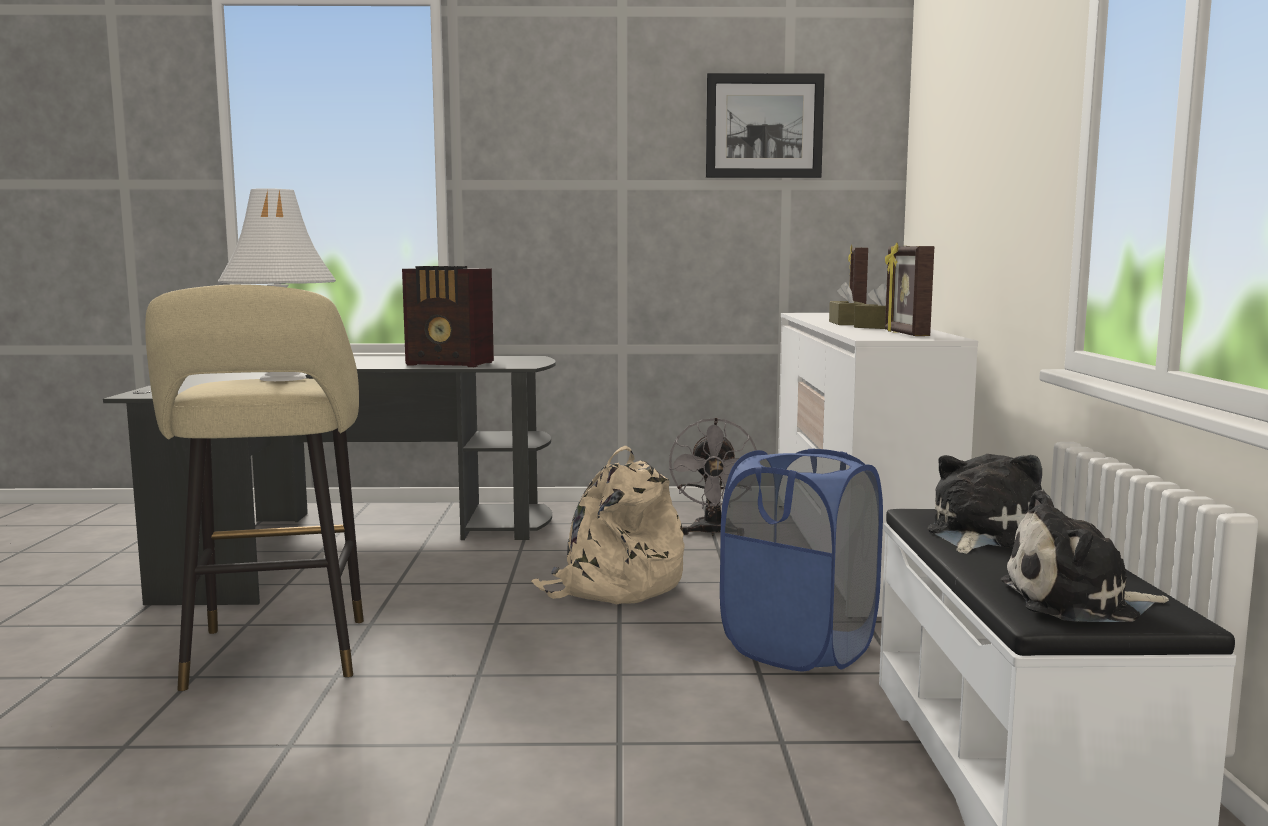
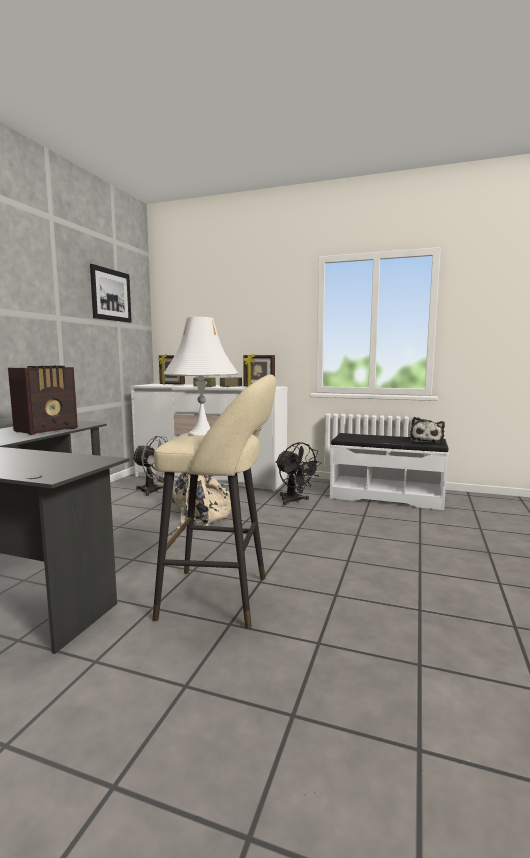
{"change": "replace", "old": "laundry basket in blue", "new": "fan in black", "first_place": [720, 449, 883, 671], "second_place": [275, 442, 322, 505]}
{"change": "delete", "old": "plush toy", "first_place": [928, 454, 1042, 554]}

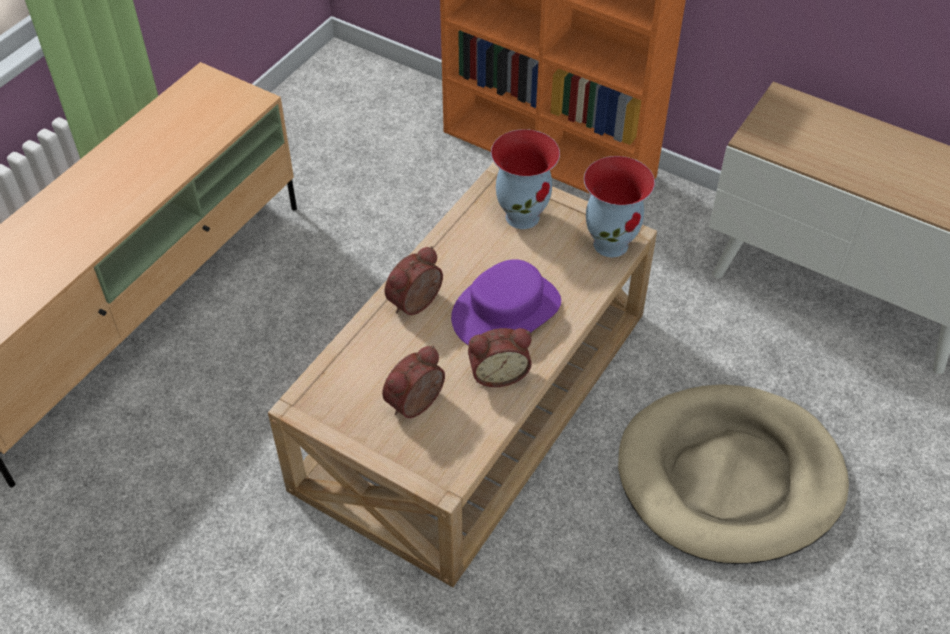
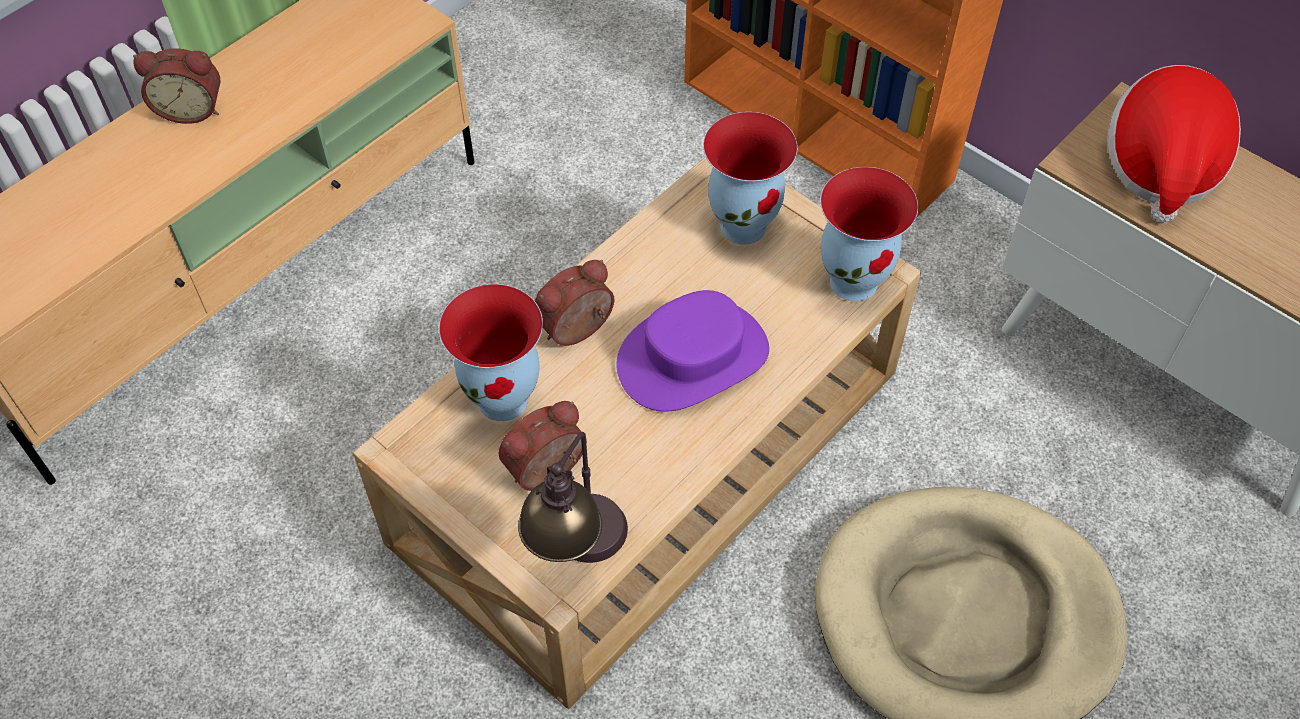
{"change": "move", "old": "alarm clock", "first_place": [468, 328, 532, 387], "second_place": [133, 48, 220, 124]}
{"change": "insert", "new": "hat", "second_place": [1107, 65, 1241, 223]}
{"change": "insert", "new": "vase", "second_place": [439, 284, 543, 421]}
{"change": "insert", "new": "table lamp", "second_place": [518, 432, 628, 563]}

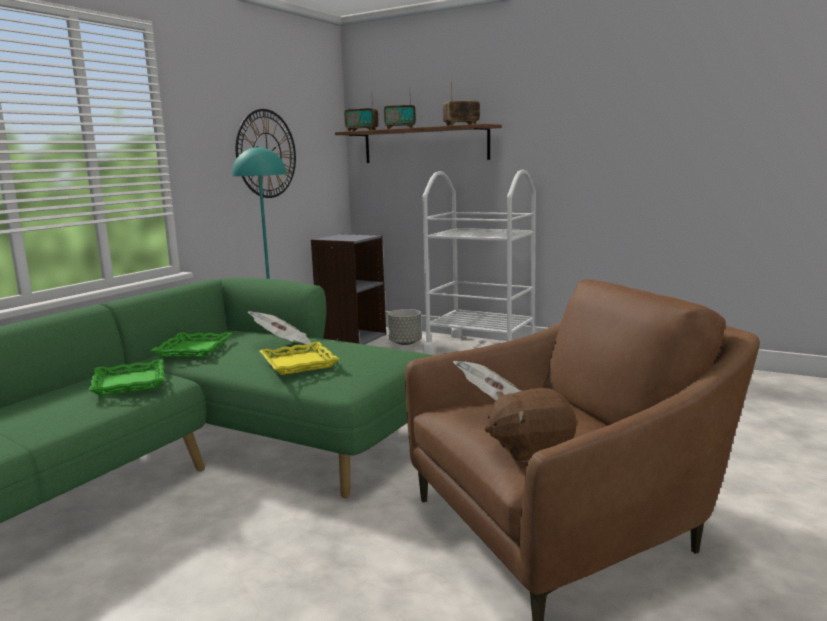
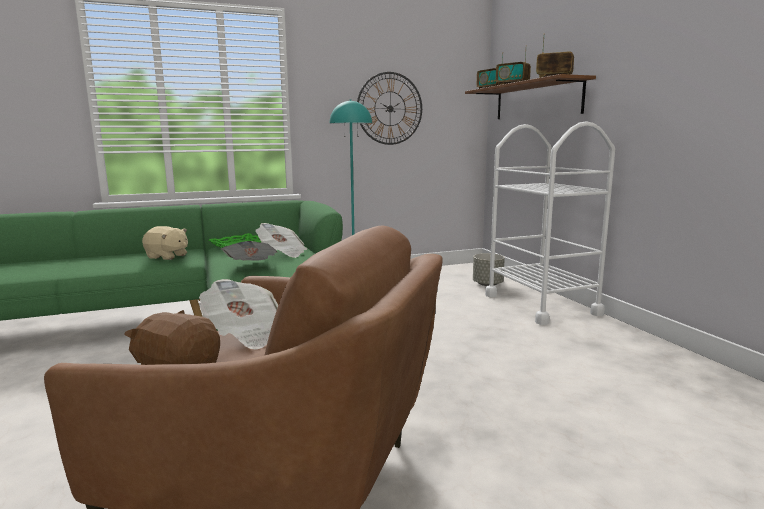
{"change": "delete", "old": "bookcase in grey", "first_place": [311, 234, 386, 344]}
{"change": "replace", "old": "tray in yellow", "new": "newspaper", "first_place": [260, 342, 340, 375], "second_place": [221, 241, 277, 261]}
{"change": "replace", "old": "tray in green", "new": "plush toy in beige", "first_place": [89, 359, 165, 396], "second_place": [142, 226, 188, 260]}

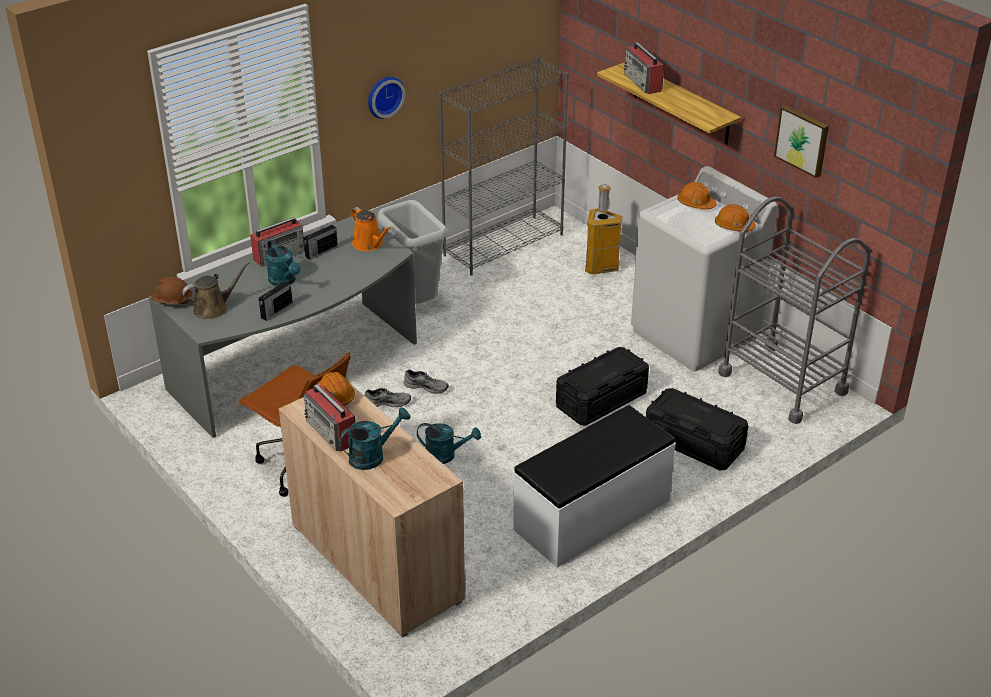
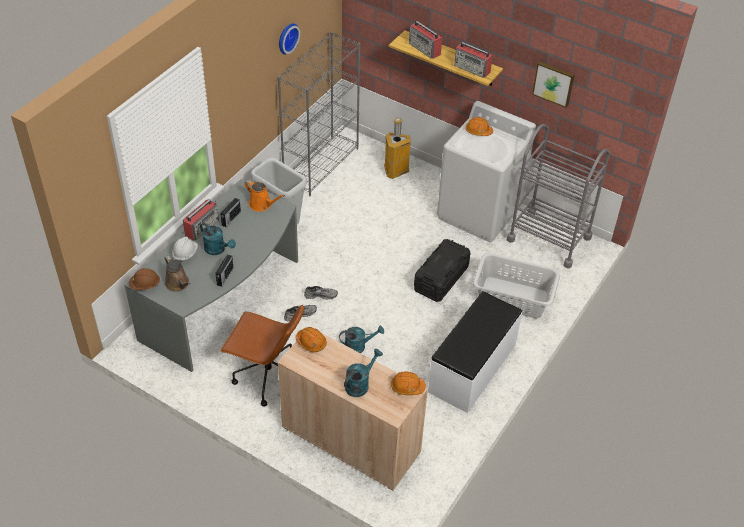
{"change": "move", "old": "wall clock", "first_place": [368, 77, 405, 119], "second_place": [279, 23, 300, 55]}
{"change": "move", "old": "hard hat in orange", "first_place": [715, 204, 756, 232], "second_place": [391, 372, 426, 395]}
{"change": "rotate", "old": "watering can in brown", "first_place": [182, 261, 250, 319], "second_place": [165, 256, 191, 292], "degrees": 105}
{"change": "move", "old": "radio", "first_place": [304, 384, 355, 452], "second_place": [455, 42, 493, 78]}
{"change": "replace", "old": "storage box in black", "new": "laundry basket in grey", "first_place": [646, 388, 748, 470], "second_place": [472, 253, 560, 318]}
{"change": "insert", "new": "hard hat in white", "second_place": [172, 236, 198, 262]}

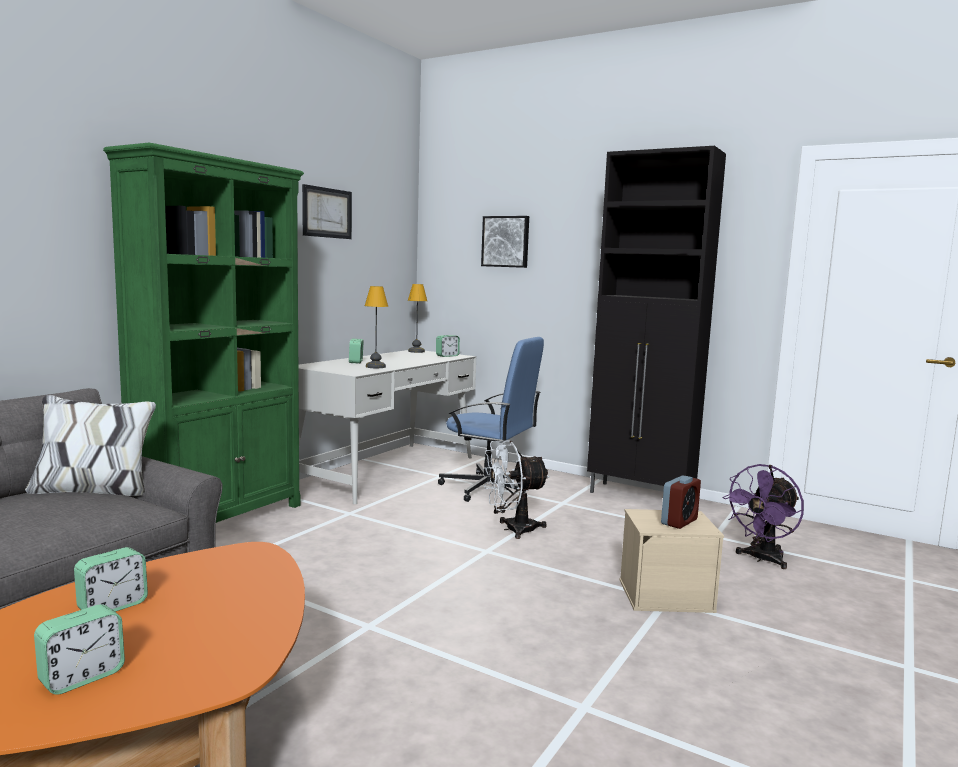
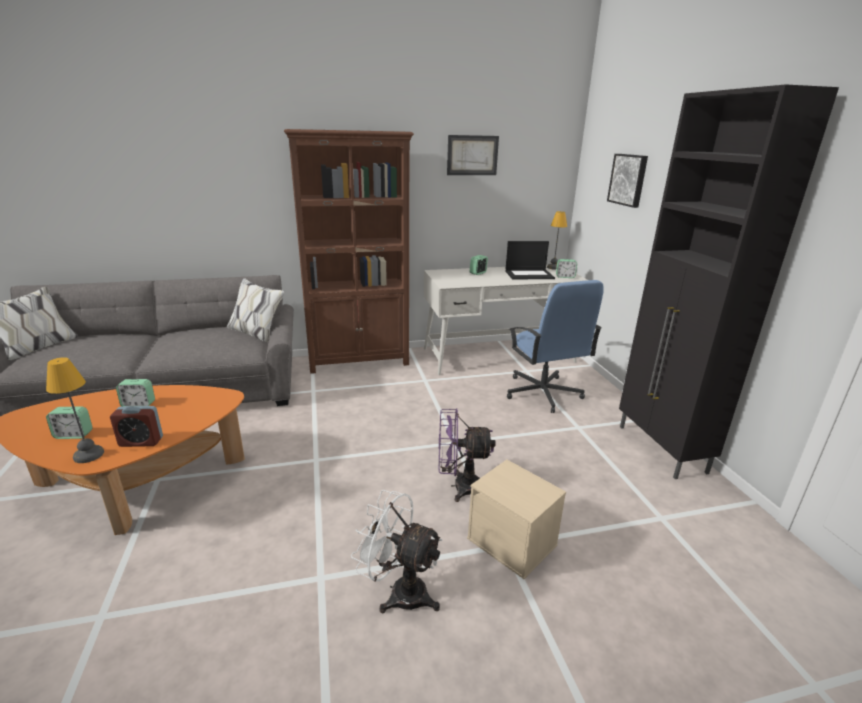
{"change": "recolor", "old": "bookcase in green", "new": "bookcase in brown", "first_place": [103, 143, 304, 523], "second_place": [284, 129, 414, 374]}
{"change": "move", "old": "table lamp", "first_place": [365, 286, 388, 368], "second_place": [46, 357, 104, 463]}
{"change": "move", "old": "fan in white", "first_place": [483, 440, 550, 539], "second_place": [351, 490, 443, 613]}
{"change": "move", "old": "fan in purple", "first_place": [722, 464, 804, 569], "second_place": [439, 409, 496, 502]}
{"change": "move", "old": "alarm clock", "first_place": [661, 475, 701, 529], "second_place": [110, 406, 163, 447]}
{"change": "insert", "new": "laptop", "second_place": [505, 241, 555, 279]}

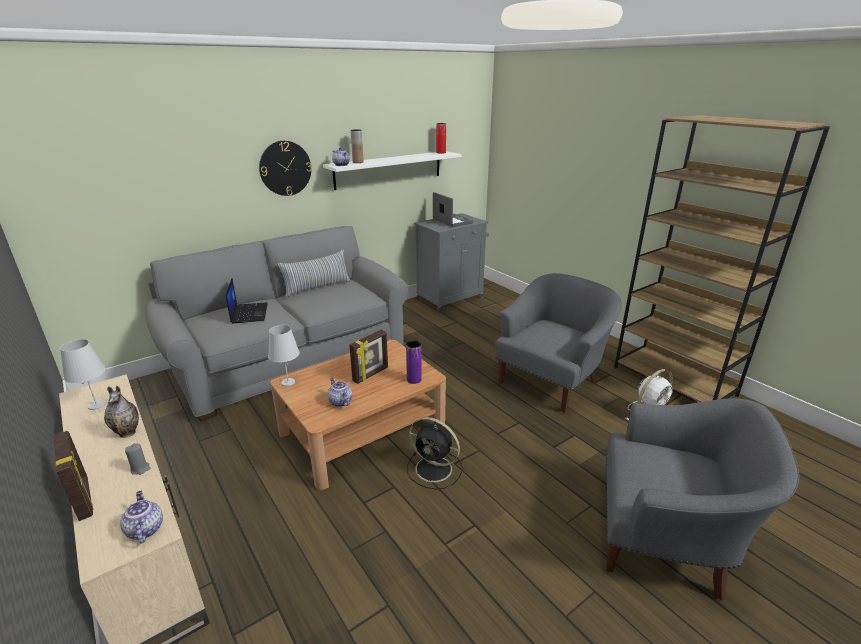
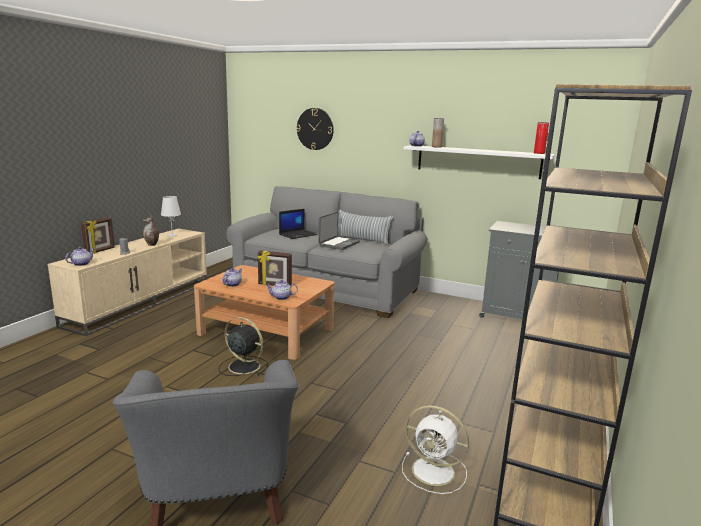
{"change": "move", "old": "wall clock", "first_place": [259, 141, 312, 196], "second_place": [296, 108, 334, 150]}
{"change": "move", "old": "laptop", "first_place": [433, 192, 473, 227], "second_place": [318, 212, 360, 250]}
{"change": "delete", "old": "armchair in grey", "first_place": [495, 273, 622, 412]}
{"change": "delete", "old": "table lamp in white", "first_place": [268, 325, 300, 386]}
{"change": "replace", "old": "vase in purple", "new": "teapot", "first_place": [406, 340, 422, 384], "second_place": [266, 280, 298, 300]}
{"change": "rotate", "old": "fan in black", "first_place": [407, 417, 462, 490], "second_place": [219, 317, 268, 376], "degrees": 120}

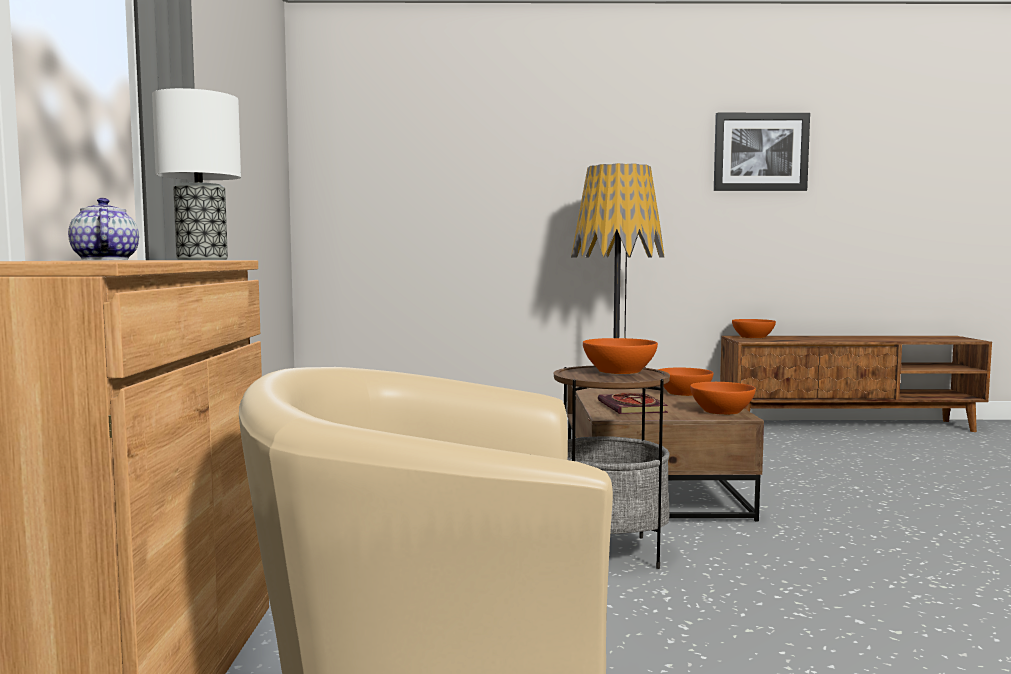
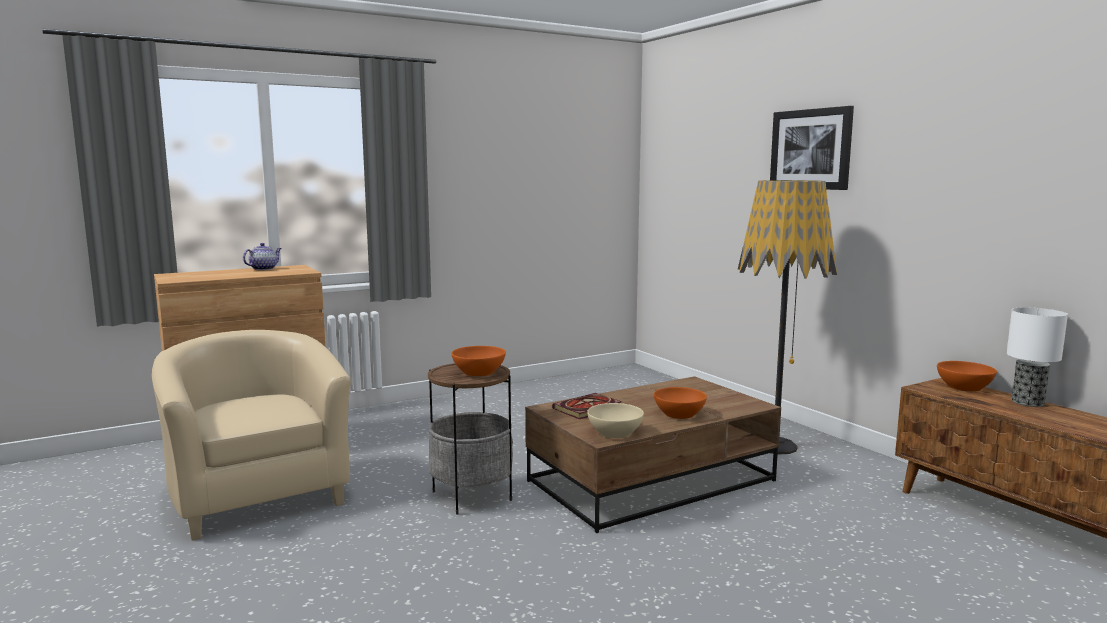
{"change": "move", "old": "table lamp", "first_place": [152, 88, 241, 260], "second_place": [1007, 307, 1068, 407]}
{"change": "move", "old": "picture", "first_place": [714, 113, 810, 191], "second_place": [770, 106, 854, 190]}
{"change": "recolor", "old": "bowl in orange", "new": "bowl in beige", "first_place": [690, 382, 756, 415], "second_place": [587, 403, 644, 438]}

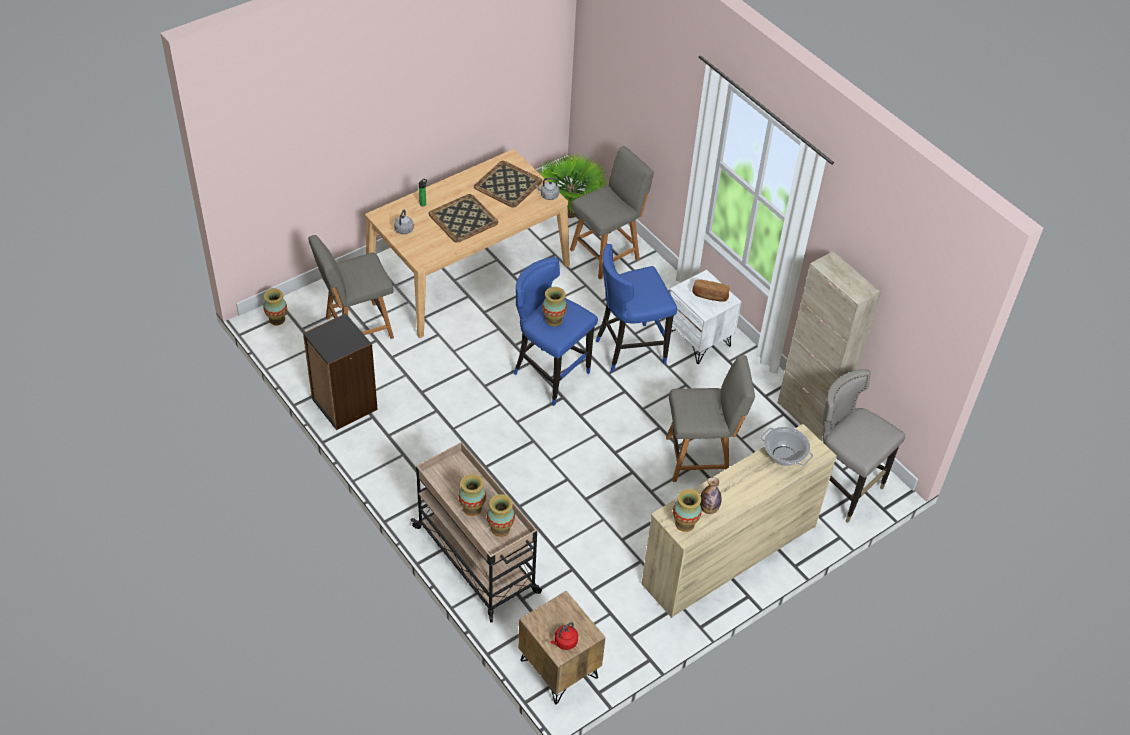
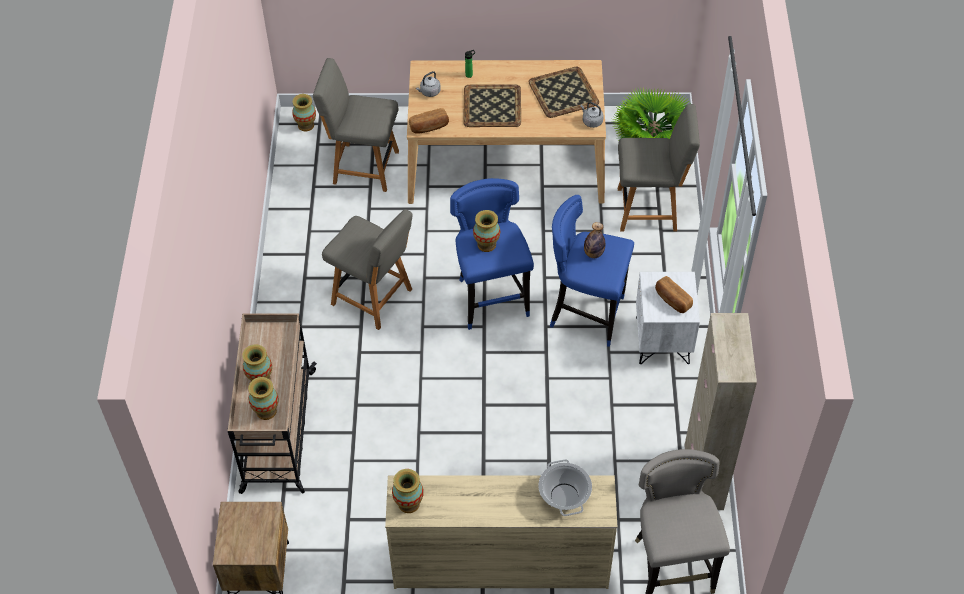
{"change": "delete", "old": "bookcase in black", "first_place": [303, 313, 378, 430]}
{"change": "move", "old": "chair in grey", "first_place": [666, 355, 755, 482], "second_place": [322, 210, 412, 330]}
{"change": "move", "old": "bottle", "first_place": [700, 477, 722, 514], "second_place": [584, 222, 605, 258]}
{"change": "delete", "old": "kettle in red", "first_place": [550, 622, 578, 650]}
{"change": "insert", "new": "bread", "second_place": [409, 108, 449, 134]}

